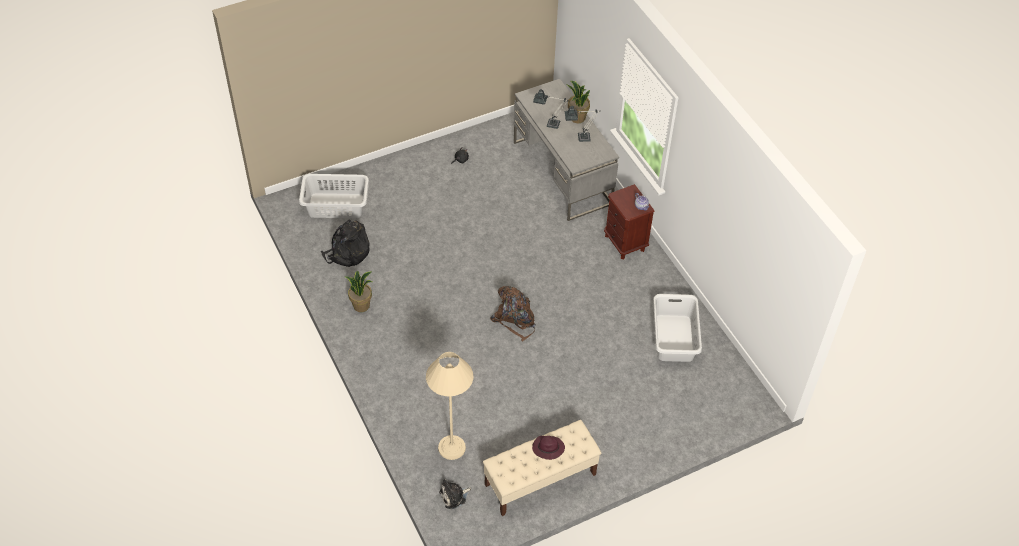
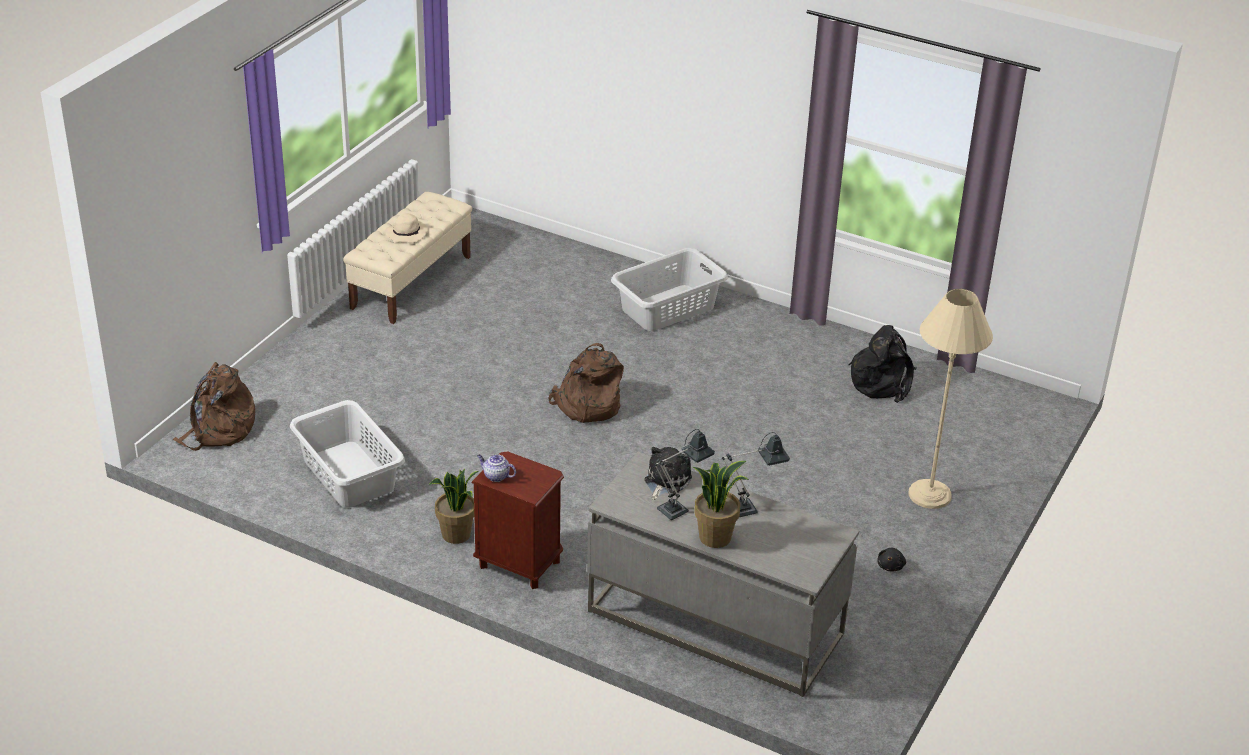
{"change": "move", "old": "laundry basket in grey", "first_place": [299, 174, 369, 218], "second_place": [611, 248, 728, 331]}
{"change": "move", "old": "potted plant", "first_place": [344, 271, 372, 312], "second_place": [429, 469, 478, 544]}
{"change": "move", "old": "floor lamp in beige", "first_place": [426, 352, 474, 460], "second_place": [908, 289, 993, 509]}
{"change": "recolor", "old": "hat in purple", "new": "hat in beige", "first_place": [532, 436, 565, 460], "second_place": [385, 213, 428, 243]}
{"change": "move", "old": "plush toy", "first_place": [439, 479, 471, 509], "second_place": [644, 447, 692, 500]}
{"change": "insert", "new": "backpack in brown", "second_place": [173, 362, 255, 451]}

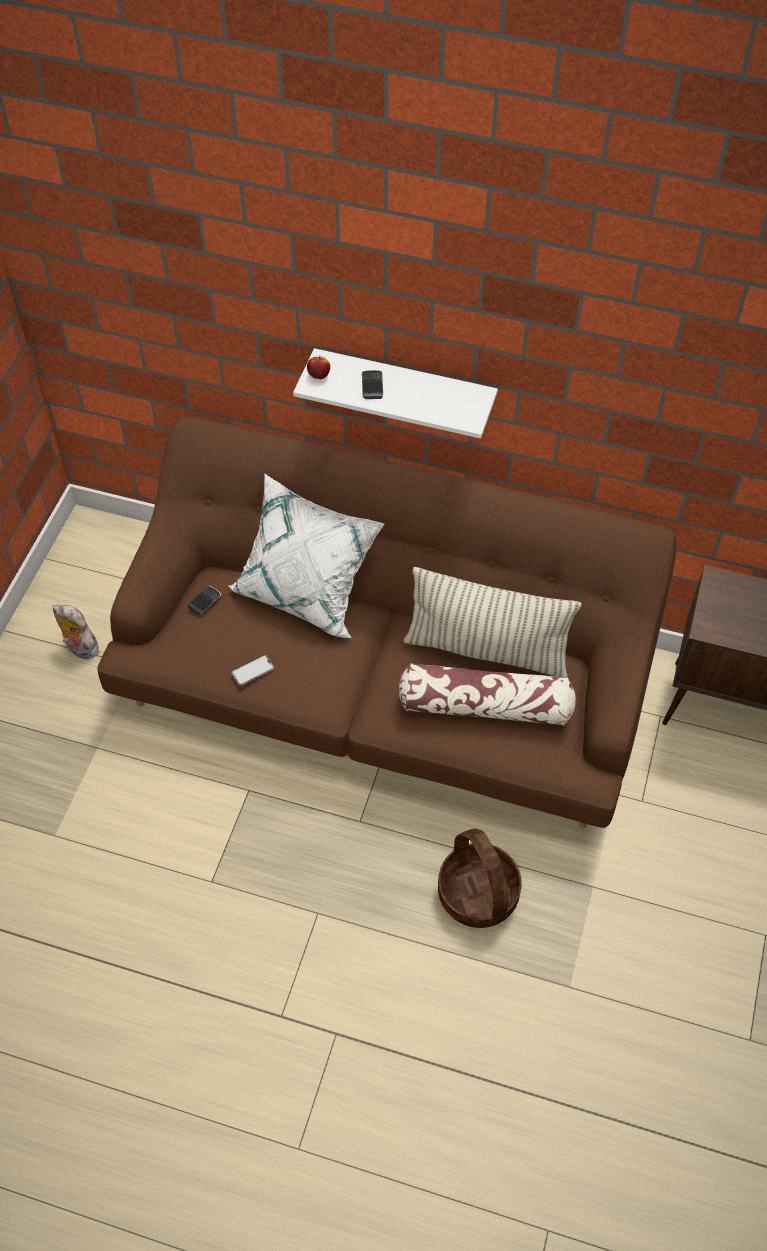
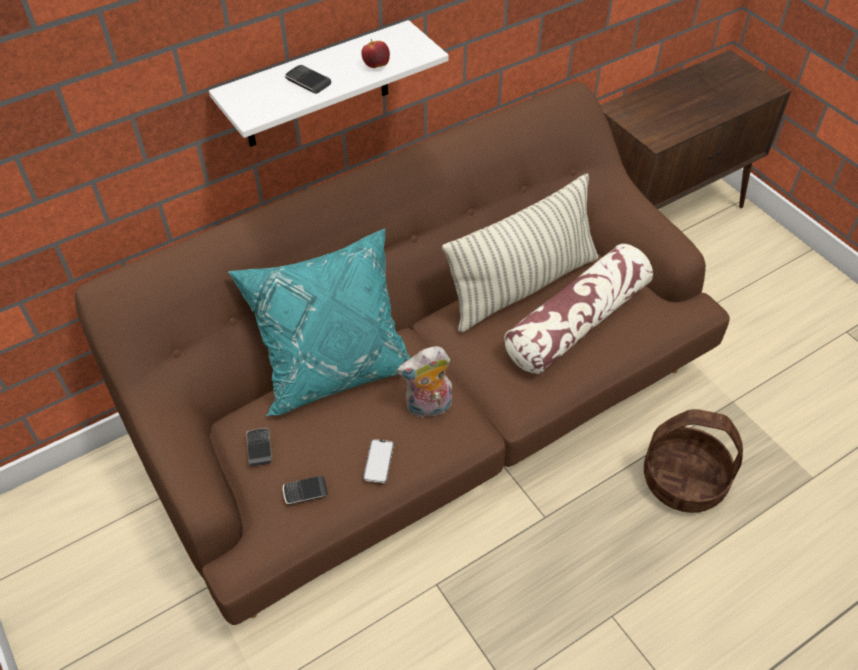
{"change": "move", "old": "apple", "first_place": [307, 355, 330, 379], "second_place": [361, 39, 390, 68]}
{"change": "recolor", "old": "pillow in white", "new": "pillow in turquoise", "first_place": [228, 473, 384, 638], "second_place": [228, 229, 411, 416]}
{"change": "move", "old": "plush toy", "first_place": [52, 604, 99, 659], "second_place": [397, 346, 452, 418]}
{"change": "insert", "new": "phone", "second_place": [283, 476, 328, 505]}

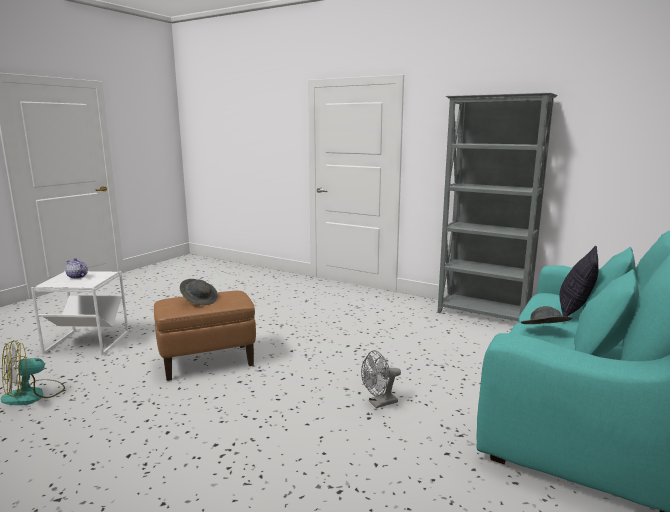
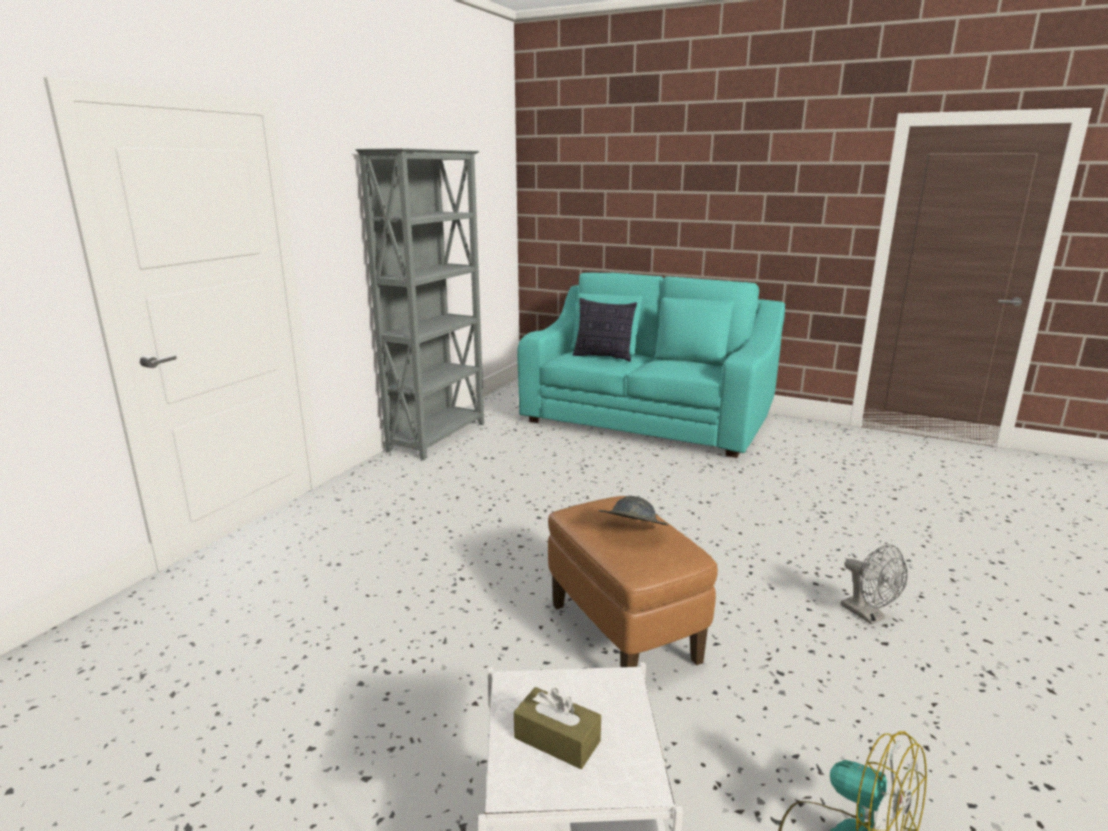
{"change": "replace", "old": "teapot", "new": "tissue box in brown", "first_place": [65, 258, 88, 279], "second_place": [514, 687, 601, 769]}
{"change": "delete", "old": "hat in grey", "first_place": [521, 306, 573, 324]}
{"change": "move", "old": "fan in grey", "first_place": [361, 350, 401, 408], "second_place": [841, 545, 908, 625]}

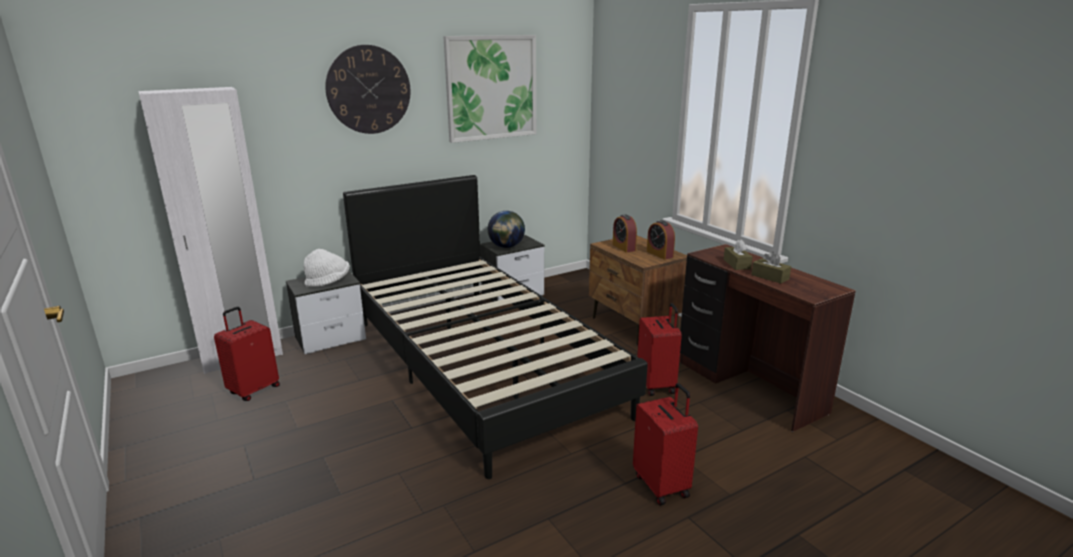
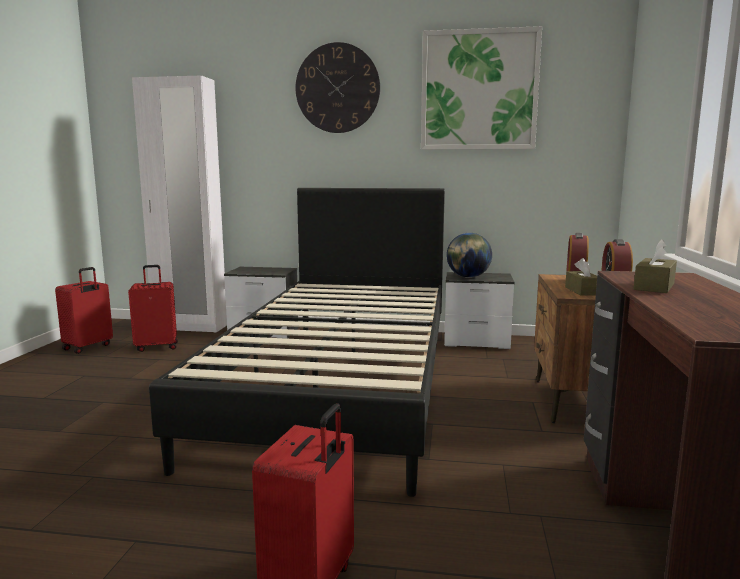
{"change": "delete", "old": "hat in white", "first_place": [304, 249, 350, 287]}
{"change": "move", "old": "tissue box in brown", "first_place": [751, 251, 791, 284], "second_place": [565, 258, 597, 296]}
{"change": "move", "old": "suitcase in red", "first_place": [637, 303, 682, 396], "second_place": [55, 267, 113, 354]}

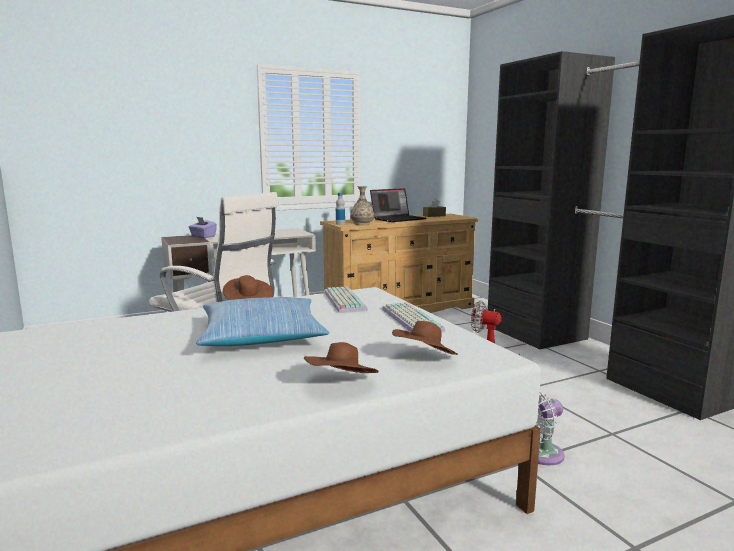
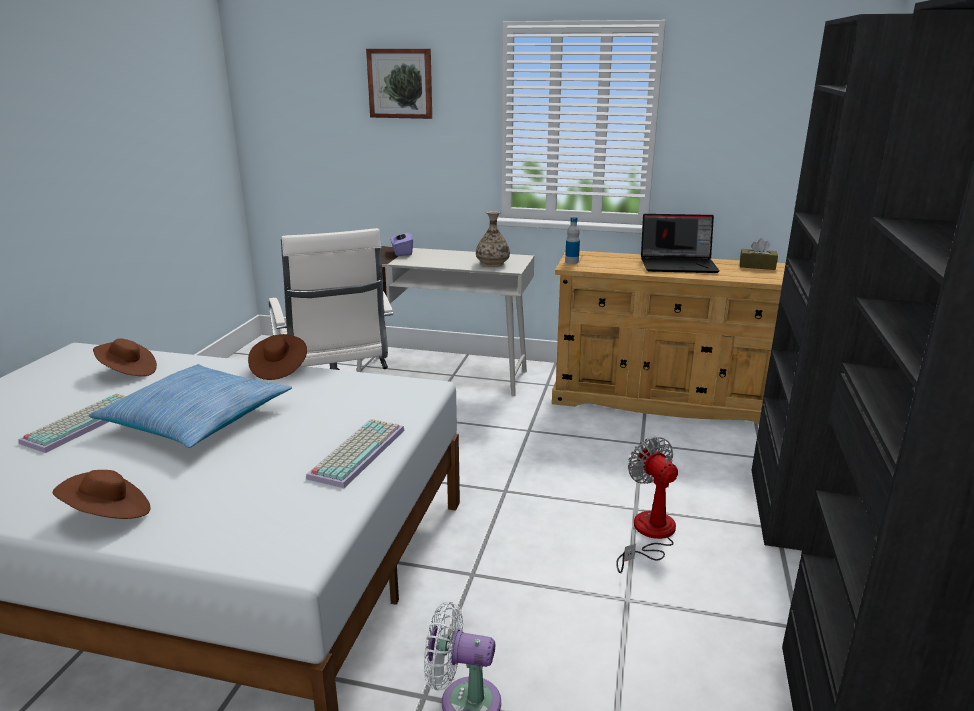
{"change": "move", "old": "vase", "first_place": [350, 186, 374, 225], "second_place": [476, 211, 510, 267]}
{"change": "move", "old": "keyboard", "first_place": [324, 286, 368, 313], "second_place": [18, 393, 126, 453]}
{"change": "move", "old": "hat in brown", "first_place": [392, 321, 458, 355], "second_place": [93, 338, 157, 376]}
{"change": "insert", "new": "picture", "second_place": [366, 49, 432, 119]}

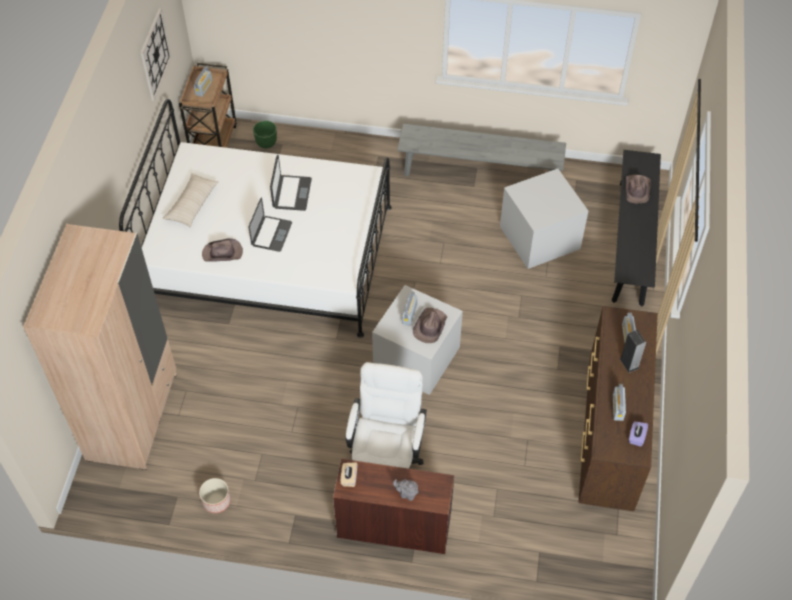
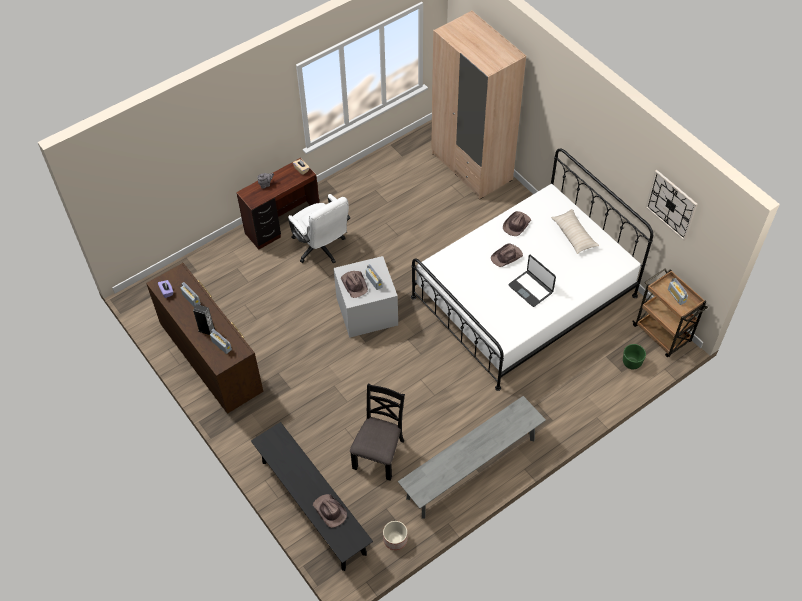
{"change": "replace", "old": "storage box in grey", "new": "chair in black", "first_place": [500, 169, 588, 269], "second_place": [350, 383, 405, 481]}
{"change": "replace", "old": "laptop", "new": "hat in brown", "first_place": [249, 197, 292, 252], "second_place": [491, 243, 523, 267]}
{"change": "move", "old": "planter", "first_place": [199, 478, 231, 513], "second_place": [383, 521, 407, 550]}

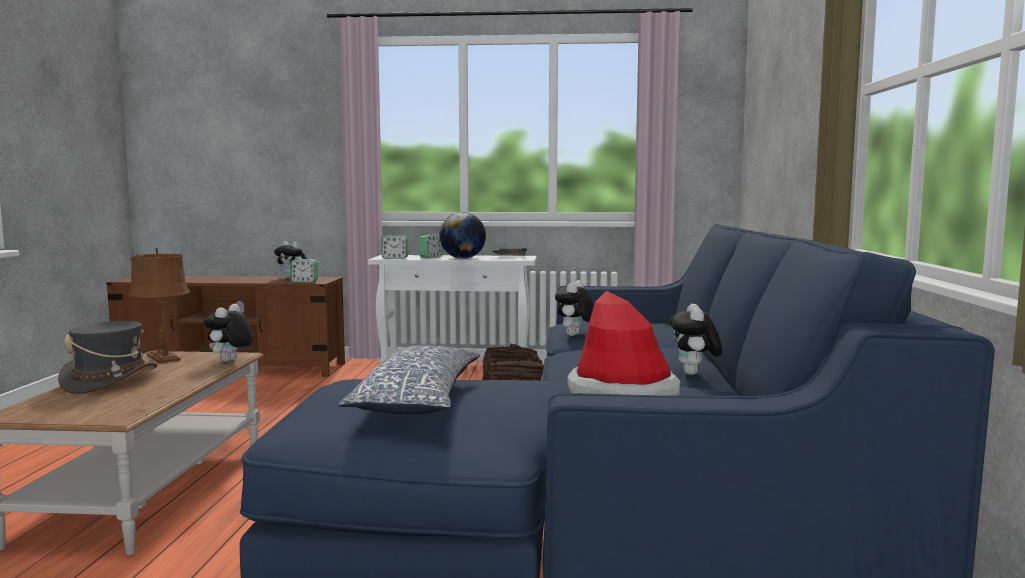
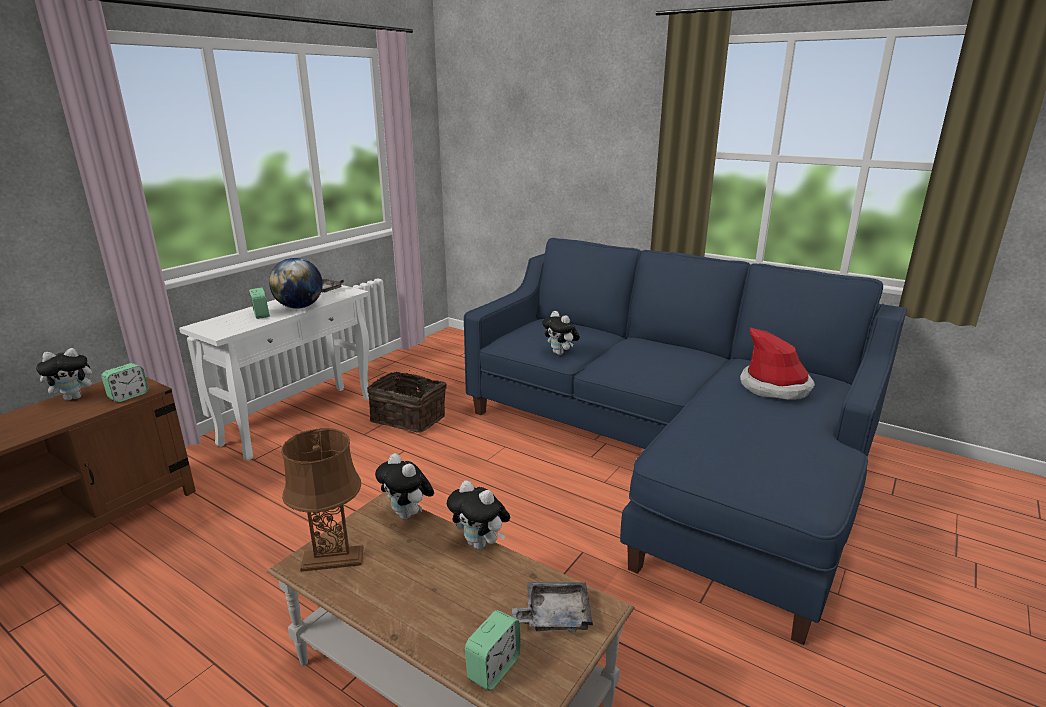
{"change": "move", "old": "alarm clock", "first_place": [381, 235, 408, 259], "second_place": [465, 610, 521, 691]}
{"change": "move", "old": "plush toy", "first_place": [670, 304, 722, 375], "second_place": [447, 480, 510, 550]}
{"change": "delete", "old": "hat in grey", "first_place": [58, 321, 157, 394]}
{"change": "delete", "old": "pillow", "first_place": [338, 345, 480, 415]}
{"change": "insert", "new": "tray in grey", "second_place": [512, 582, 593, 632]}

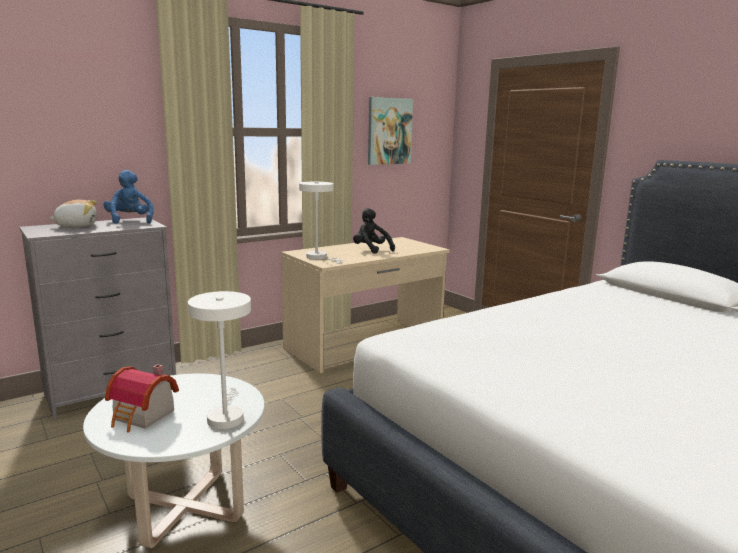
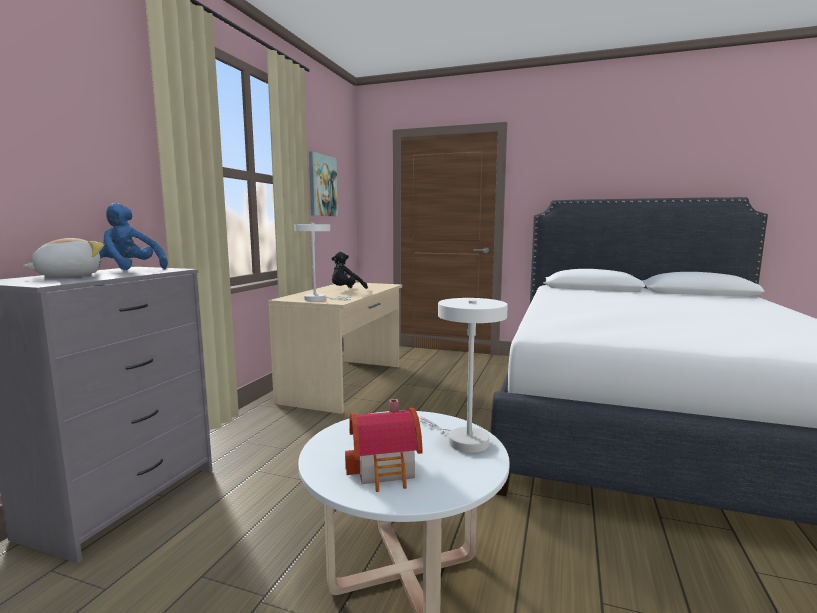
{"change": "rotate", "old": "plush toy in black", "first_place": [353, 208, 395, 254], "second_place": [332, 252, 368, 289], "degrees": -60}

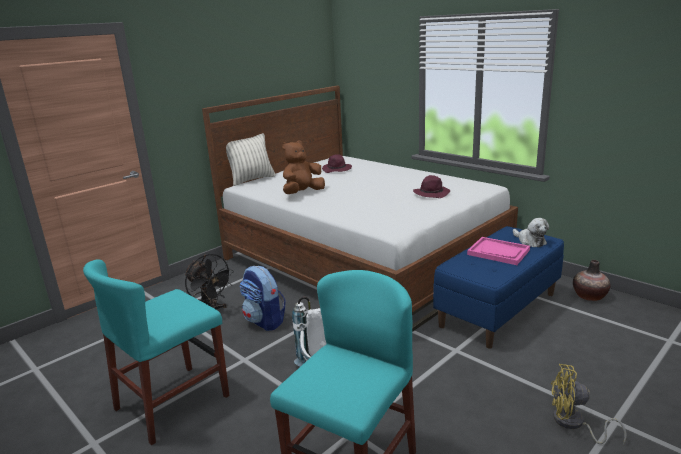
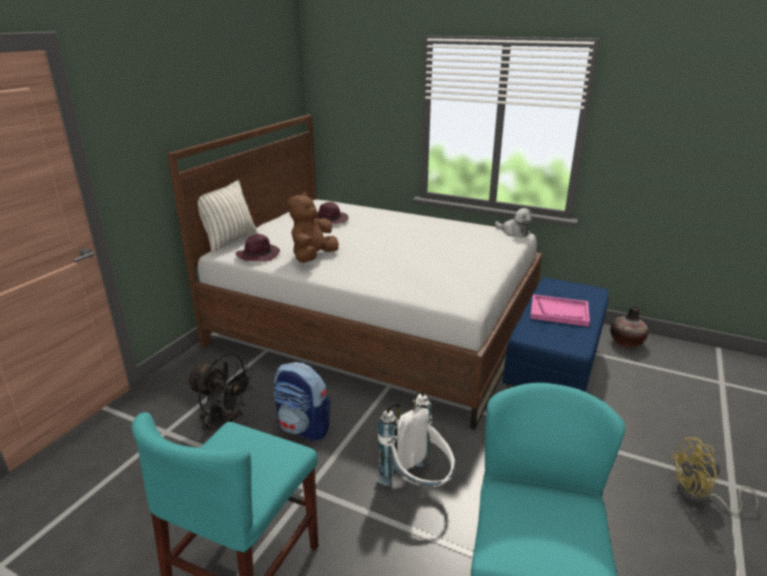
{"change": "move", "old": "hat in purple", "first_place": [413, 175, 450, 198], "second_place": [236, 234, 280, 261]}
{"change": "move", "old": "plush toy", "first_place": [513, 218, 549, 247], "second_place": [495, 208, 533, 237]}

